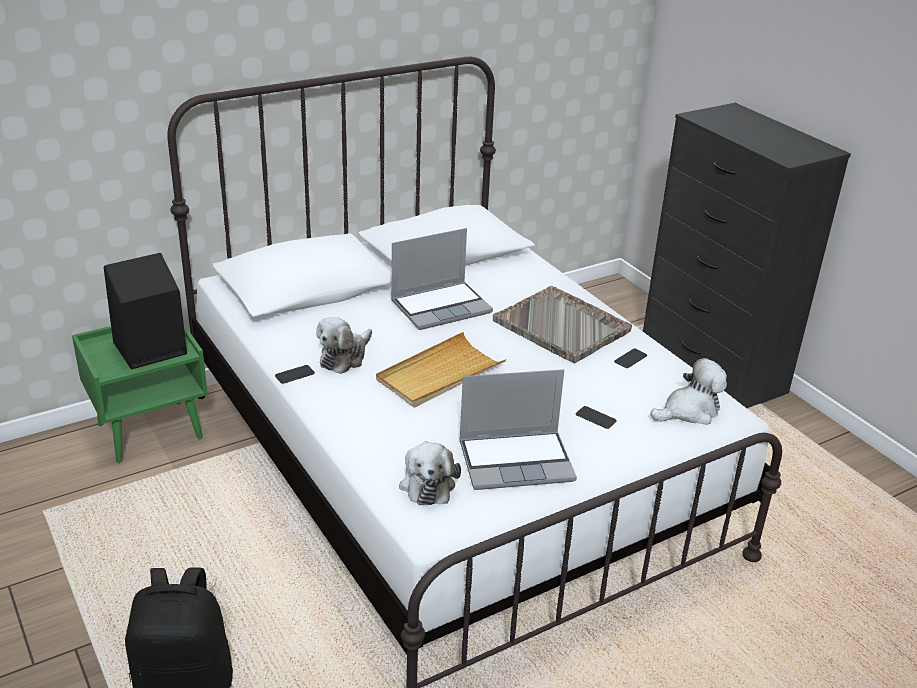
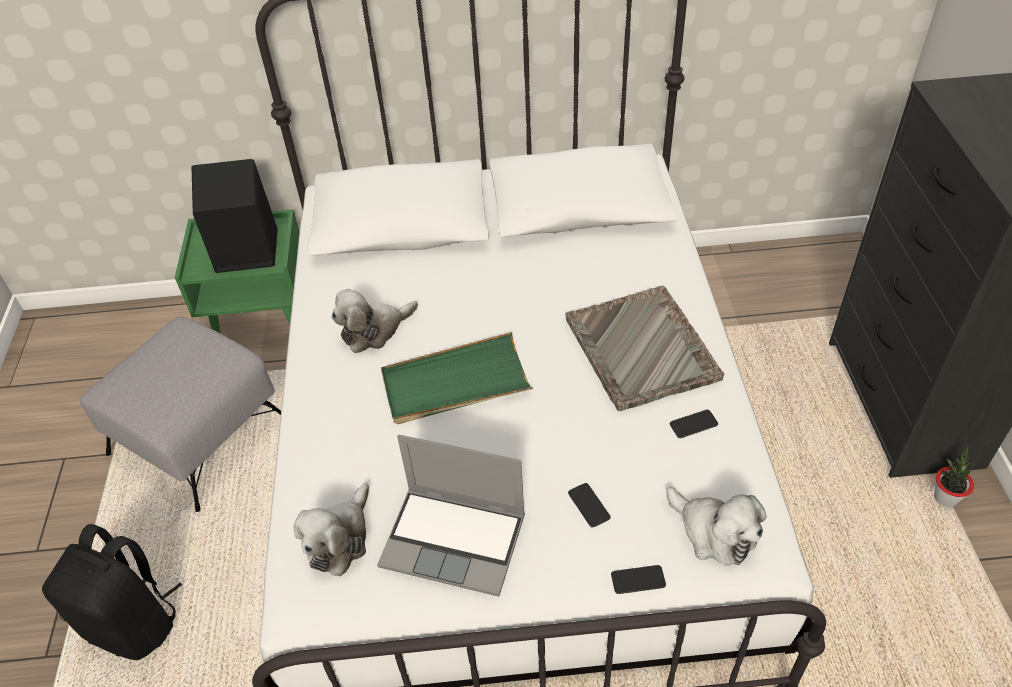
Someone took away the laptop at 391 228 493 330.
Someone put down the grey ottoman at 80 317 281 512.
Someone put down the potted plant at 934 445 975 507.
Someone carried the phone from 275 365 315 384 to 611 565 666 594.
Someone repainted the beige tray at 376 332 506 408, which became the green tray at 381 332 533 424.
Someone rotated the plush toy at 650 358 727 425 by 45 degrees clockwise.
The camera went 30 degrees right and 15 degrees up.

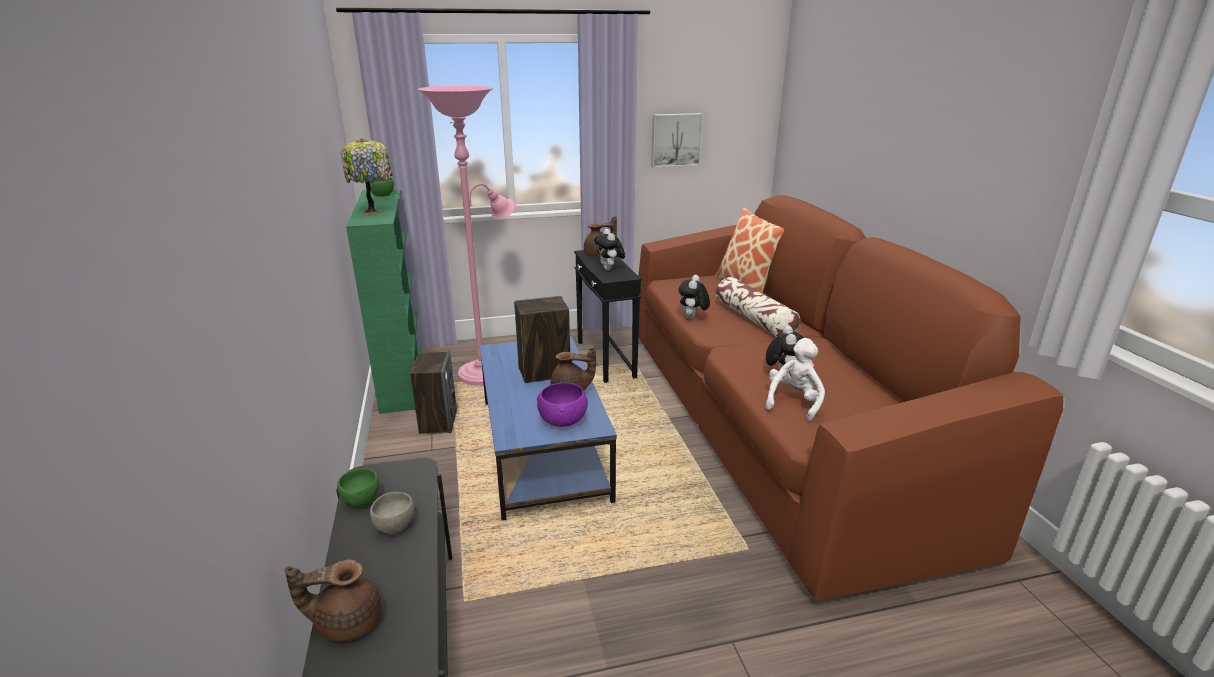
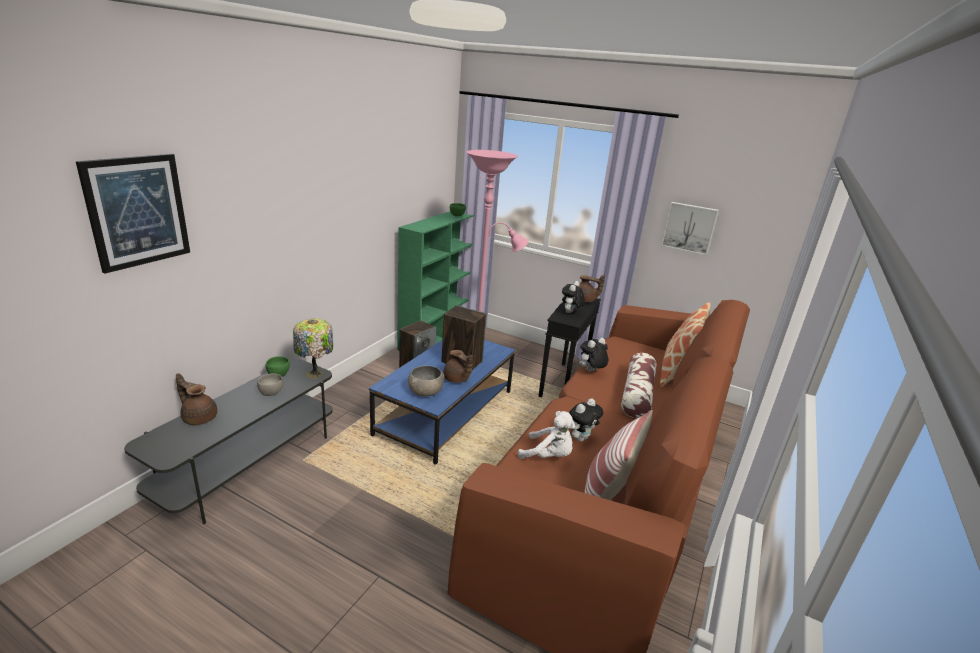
Someone put up the picture at 76 154 190 274.
Someone put down the pillow at 584 410 653 500.
Someone carried the table lamp from 341 139 393 215 to 293 318 333 379.
Someone repainted the purple bowl at 537 383 588 427, which became the grey bowl at 408 365 445 397.
Someone rotated the white plush toy at 765 338 825 421 by 45 degrees clockwise.
The camera went 40 degrees right and 0 degrees up.

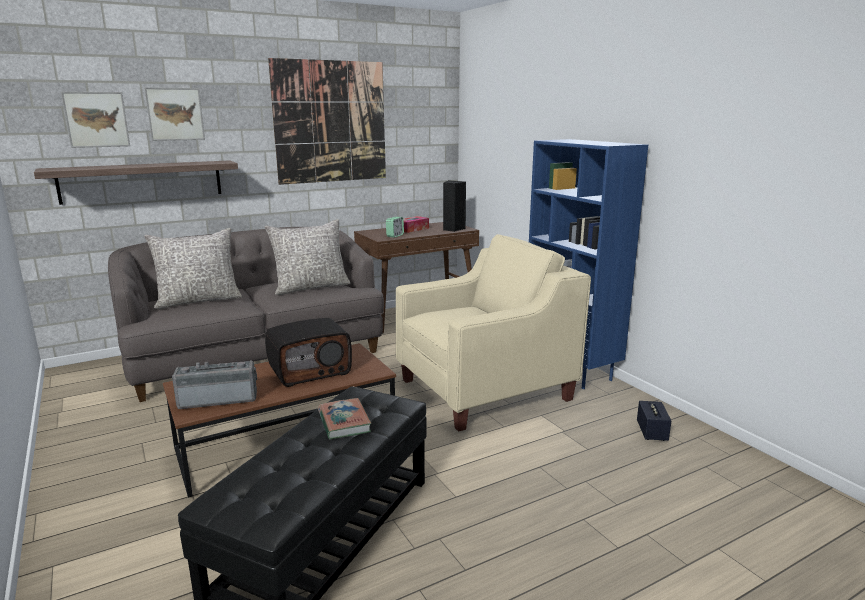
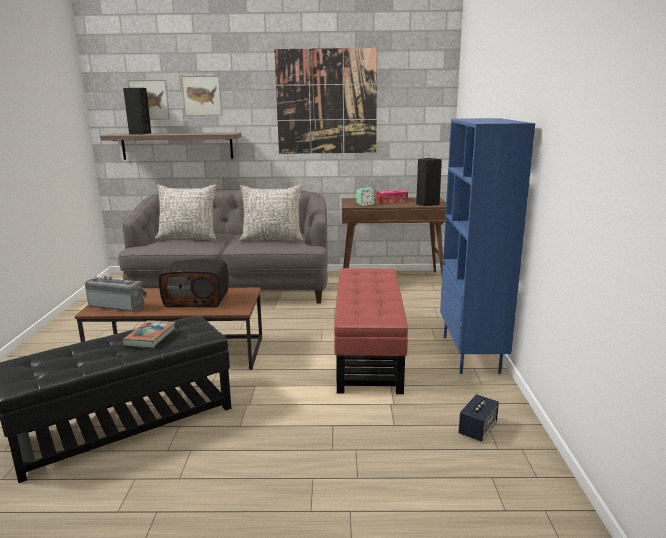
Someone put down the black speaker at 123 88 151 135.
Someone swapped the beige armchair at 396 234 591 432 for the red ottoman at 334 268 408 394.
The camera went 30 degrees right and 0 degrees up.

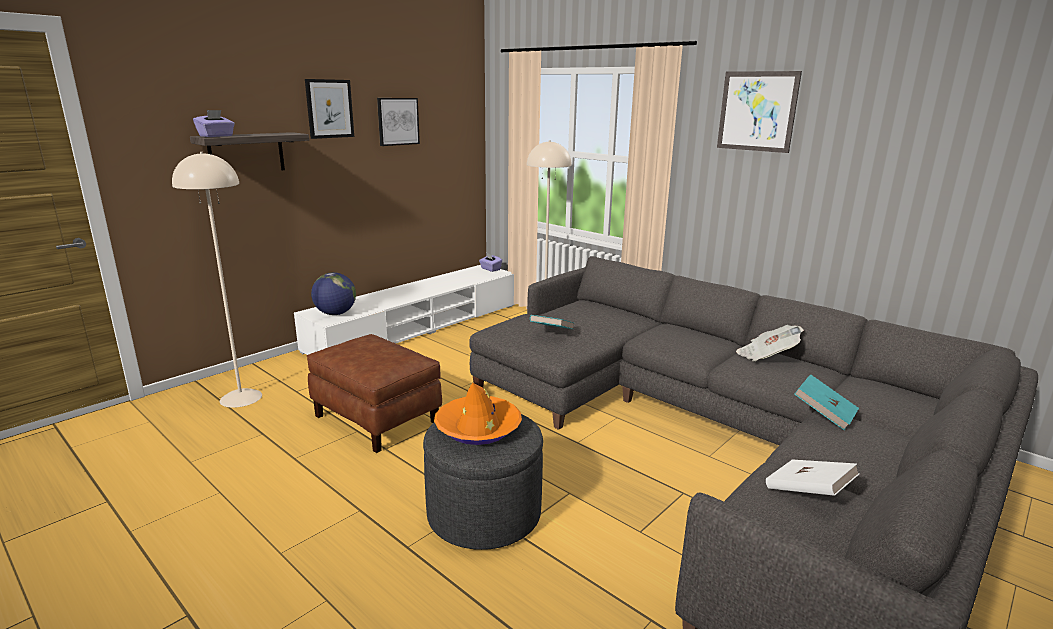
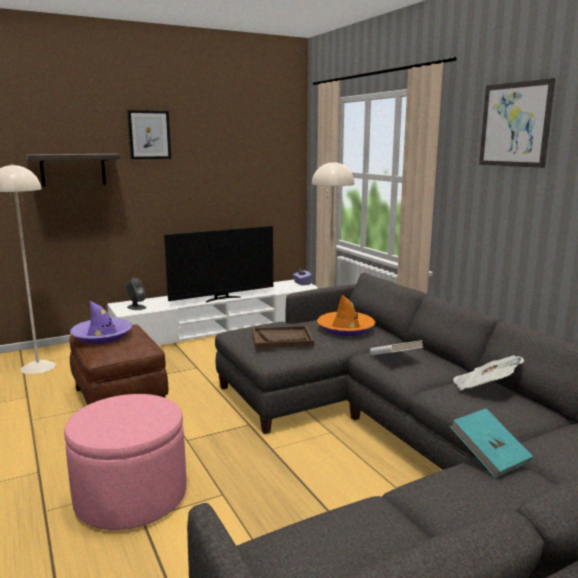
Someone took away the purple tissue box at 193 110 235 137.
Someone took away the picture at 377 98 420 146.
Someone put down the purple hat at 70 301 132 344.
Someone put down the television at 164 226 273 303.
Someone carried the orange hat from 434 383 522 445 to 317 295 375 336.
Someone carried the white book from 766 460 860 496 to 370 340 424 355.
Someone swapped the globe at 311 272 356 315 for the grey speaker at 126 278 146 310.
Someone swapped the turquoise book at 530 315 574 329 for the brown tray at 252 326 314 349.
Someone repainted the grey ottoman at 423 414 543 550, which became the pink ottoman at 64 394 187 530.
The camera went 20 degrees right and 5 degrees down.

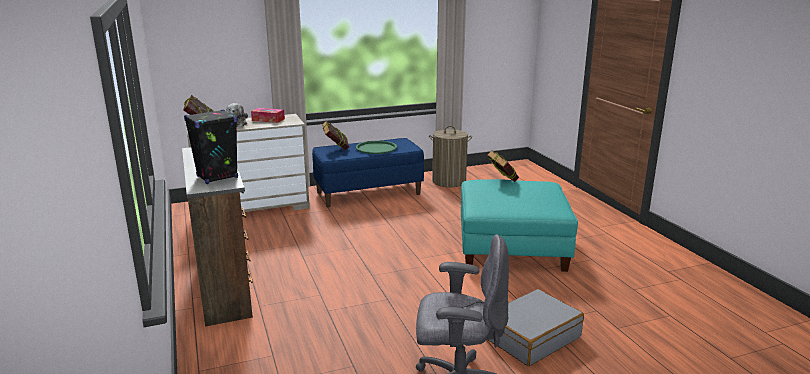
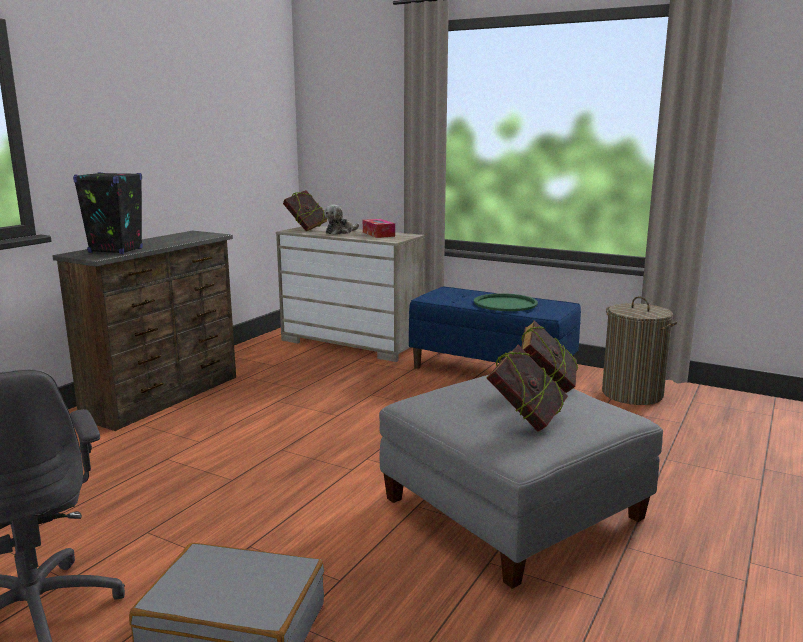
Someone carried the book from 322 121 349 150 to 487 345 568 432.
Someone repainted the turquoise ottoman at 461 179 578 272, which became the grey ottoman at 379 375 663 589.
The camera went 50 degrees right and 5 degrees down.

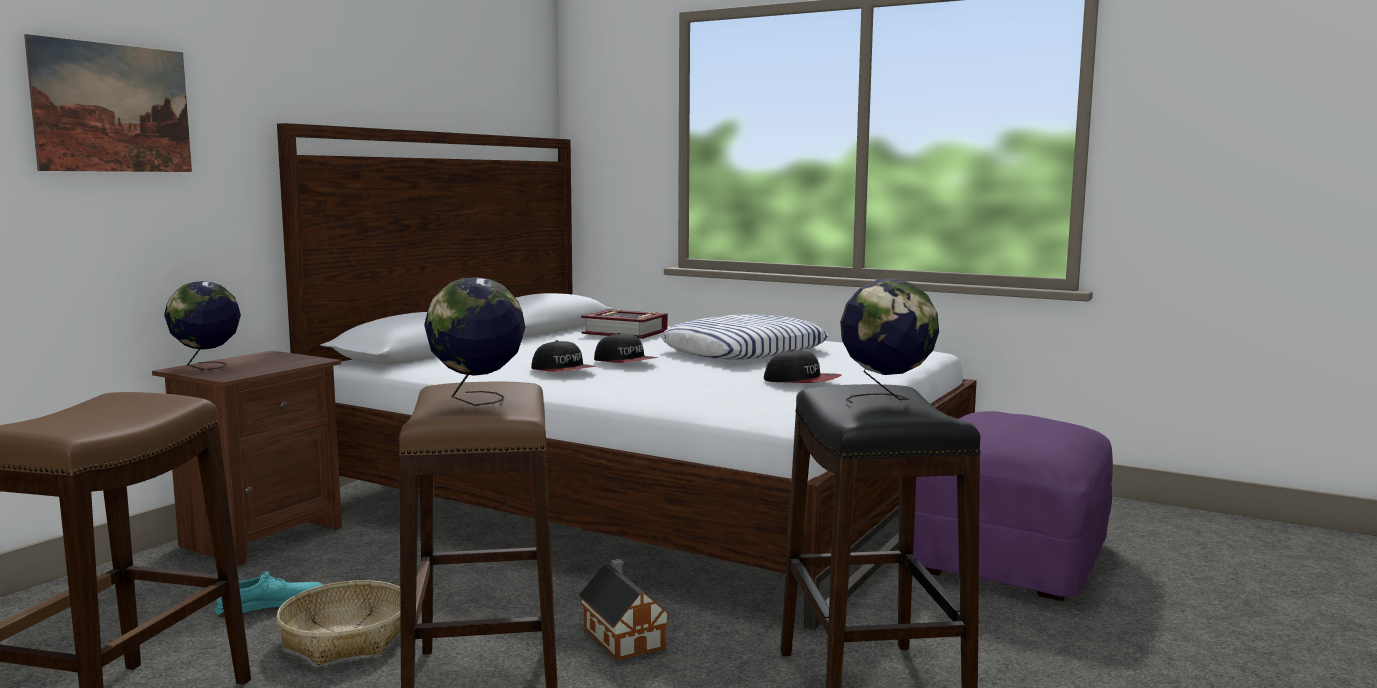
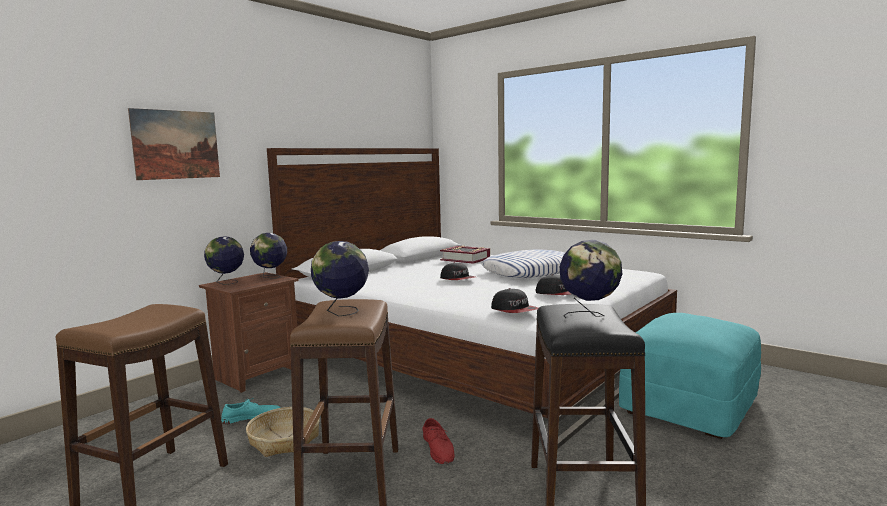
Someone put down the globe at 250 233 287 279.
Someone carried the cap from 531 340 596 372 to 491 288 538 313.
Someone swapped the toy house at 578 559 670 661 for the red shoe at 422 418 454 464.
Someone repainted the purple ottoman at 913 411 1113 601, which became the turquoise ottoman at 619 313 761 439.
The camera went 10 degrees right and 0 degrees up.

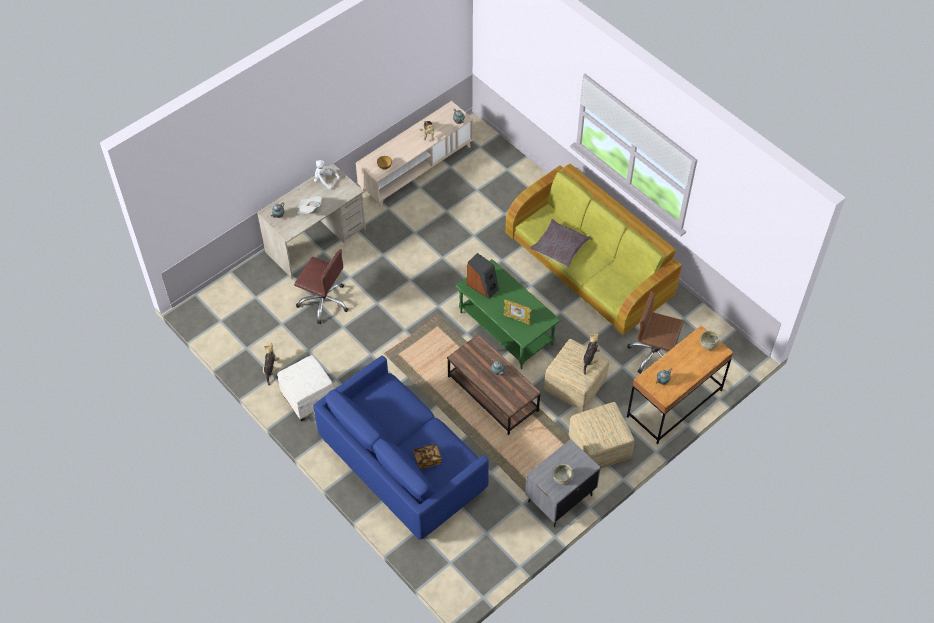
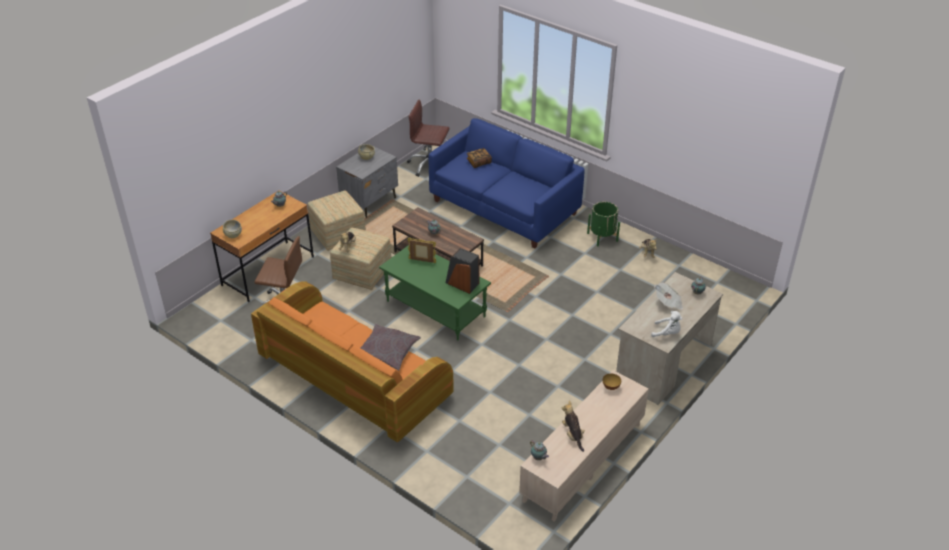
Someone carried the brown office chair from 294 249 349 324 to 407 100 449 177.
Someone swapped the white ottoman at 277 355 334 421 for the green planter at 587 202 620 246.
Someone repainted the green sofa at 506 164 682 335, which became the orange sofa at 251 282 454 443.
The camera went 170 degrees right and 15 degrees down.

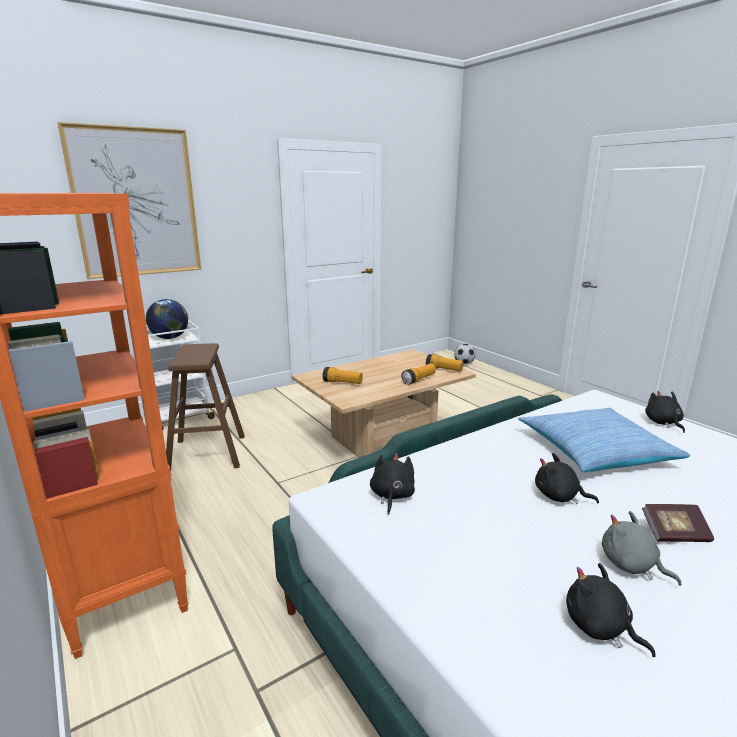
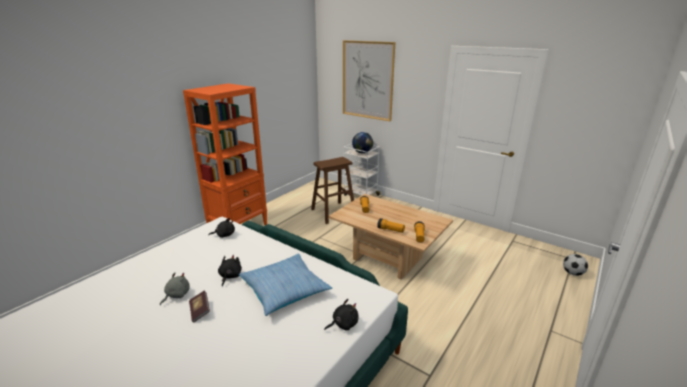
Someone took away the black plush toy at 566 563 656 657.
The camera went 70 degrees right and 5 degrees up.

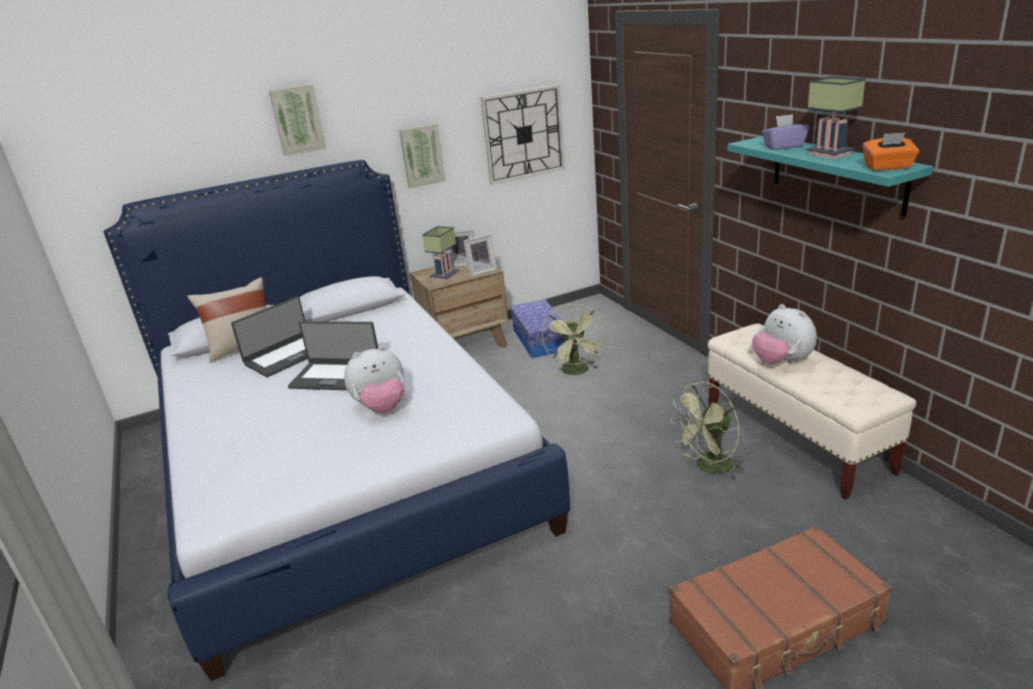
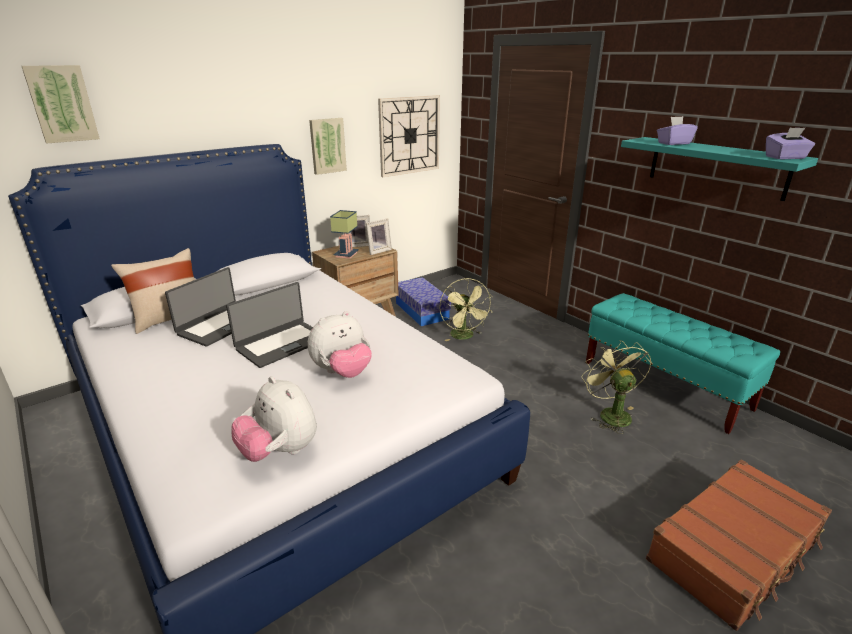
Someone took away the table lamp at 805 76 866 159.
Someone carried the picture from 269 84 326 156 to 22 65 100 144.
Someone carried the plush toy from 752 304 817 364 to 231 376 317 462.
Someone repainted the beige bench at 707 323 916 500, which became the turquoise bench at 586 293 780 434.
Someone repainted the orange tissue box at 863 132 919 171, which became the purple tissue box at 766 128 815 160.
Someone rotated the laptop at 288 321 378 390 by 45 degrees counterclockwise.
Someone rotated the green fan at 670 382 744 480 by 120 degrees clockwise.
The camera went 15 degrees left and 0 degrees up.

